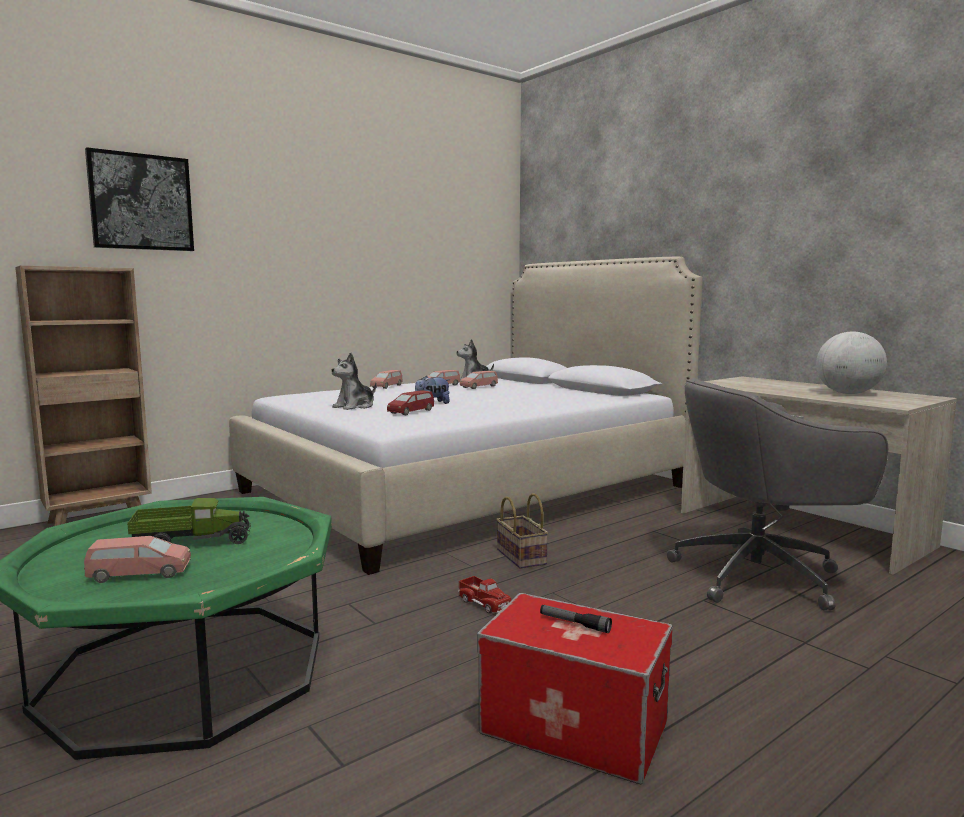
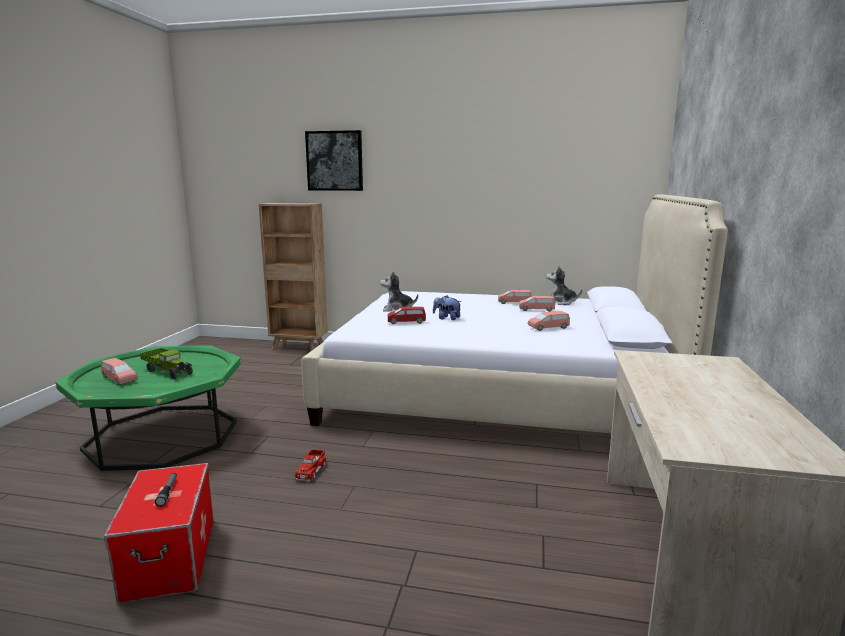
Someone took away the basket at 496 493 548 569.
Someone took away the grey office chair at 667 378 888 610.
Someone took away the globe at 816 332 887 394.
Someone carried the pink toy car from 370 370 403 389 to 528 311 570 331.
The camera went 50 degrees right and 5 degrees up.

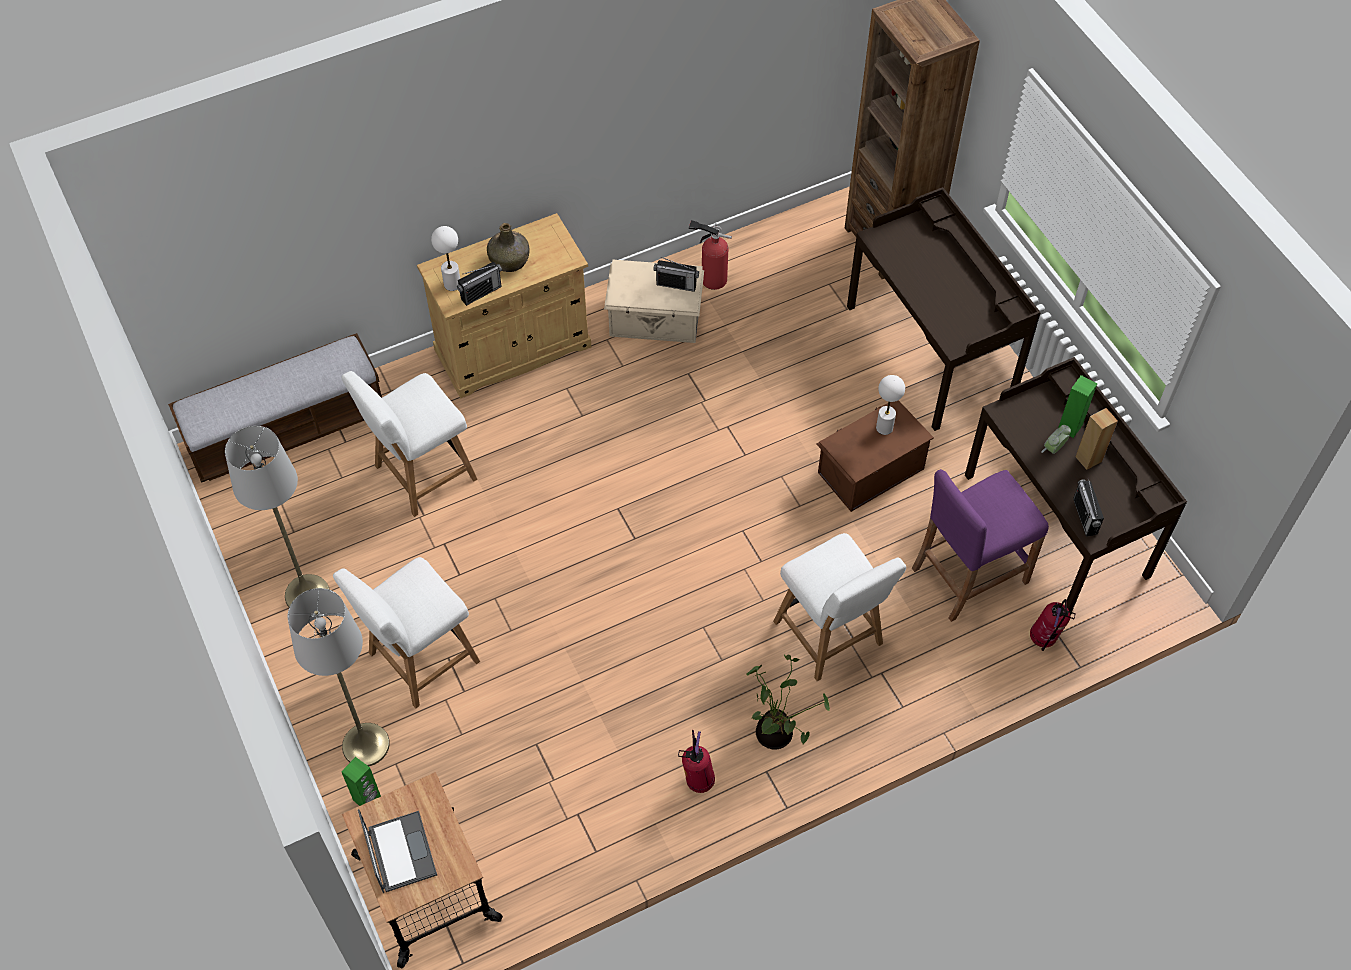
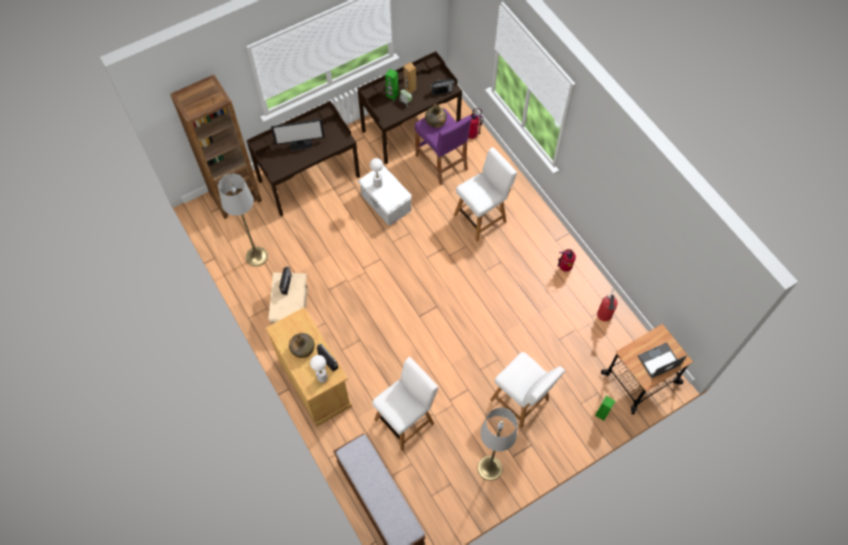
Someone took away the potted plant at 746 655 830 749.
Someone put down the monitor at 271 119 325 151.
Someone put down the green bottle at 425 104 447 128.
Someone carried the grey floor lamp from 288 588 390 766 to 218 174 268 266.
Someone carried the fire extinguisher from 689 220 732 290 to 597 289 618 321.
Someone repainted the brown storage box at 817 400 934 512, which became the white storage box at 357 165 412 226.
Someone rotated the white chair at 342 371 478 517 by 90 degrees counterclockwise.
The camera went 95 degrees left and 5 degrees up.

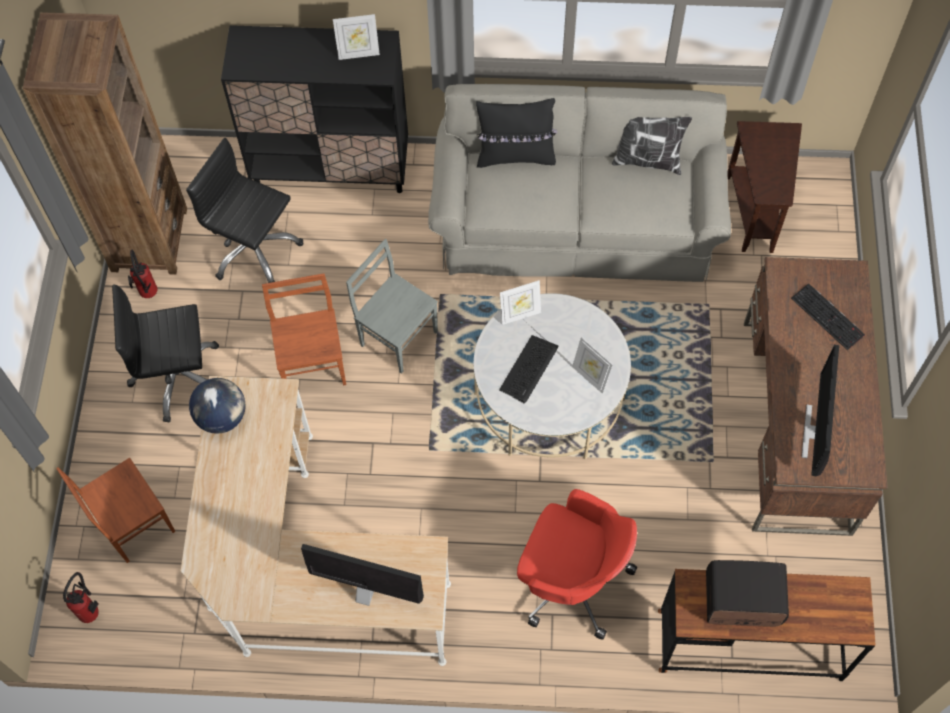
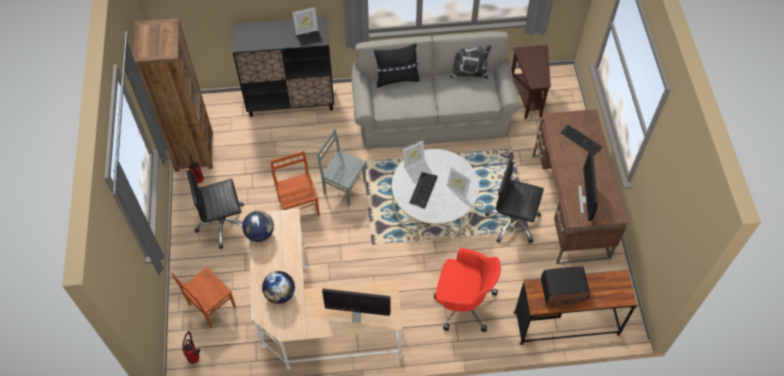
Someone put down the globe at 262 271 295 304.
Someone carried the black office chair from 186 138 304 283 to 485 159 544 243.
The camera went 10 degrees left and 5 degrees down.

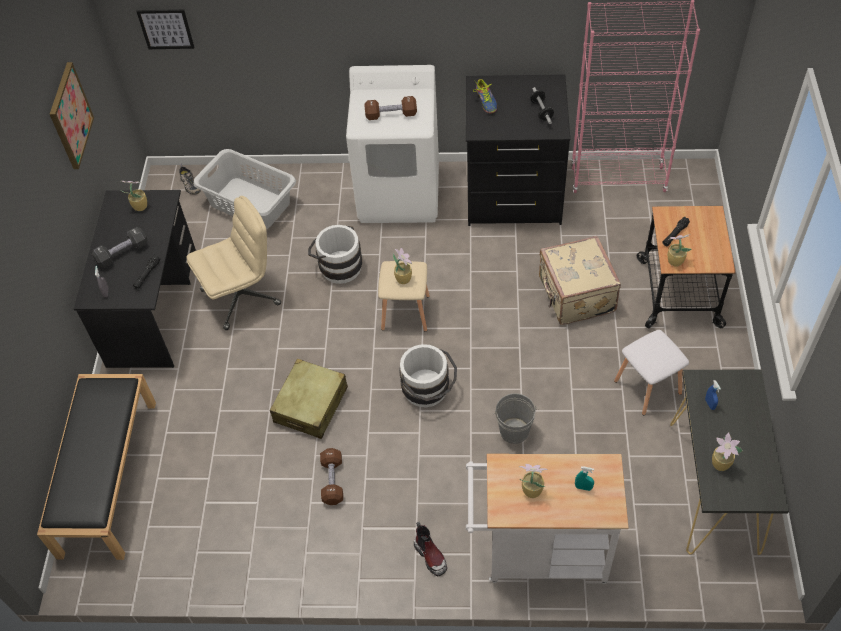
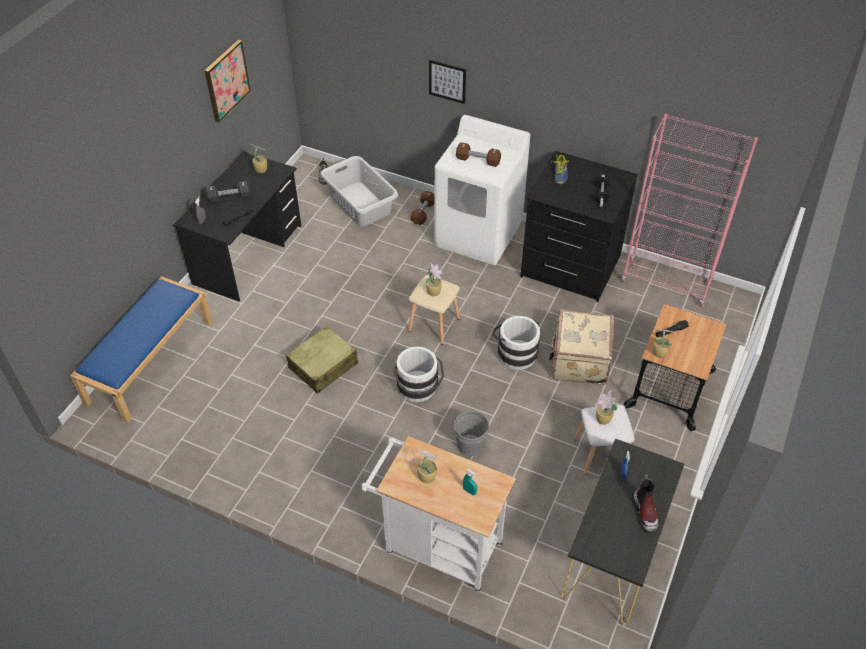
Someone took away the beige office chair at 186 196 281 330.
Someone carried the picture from 136 9 194 49 to 429 60 466 104.
Someone carried the white bucket from 308 225 362 284 to 492 316 540 370.
Someone carried the brown dumbbell from 320 448 343 505 to 411 191 435 225.
Someone carried the boot from 414 522 447 576 to 632 474 658 533.
Someone carried the potted plant from 712 432 743 471 to 596 391 617 425.
Someone repainted the black bench at 37 374 156 560, which became the blue bench at 70 276 213 423.
The camera went 20 degrees right and 5 degrees down.

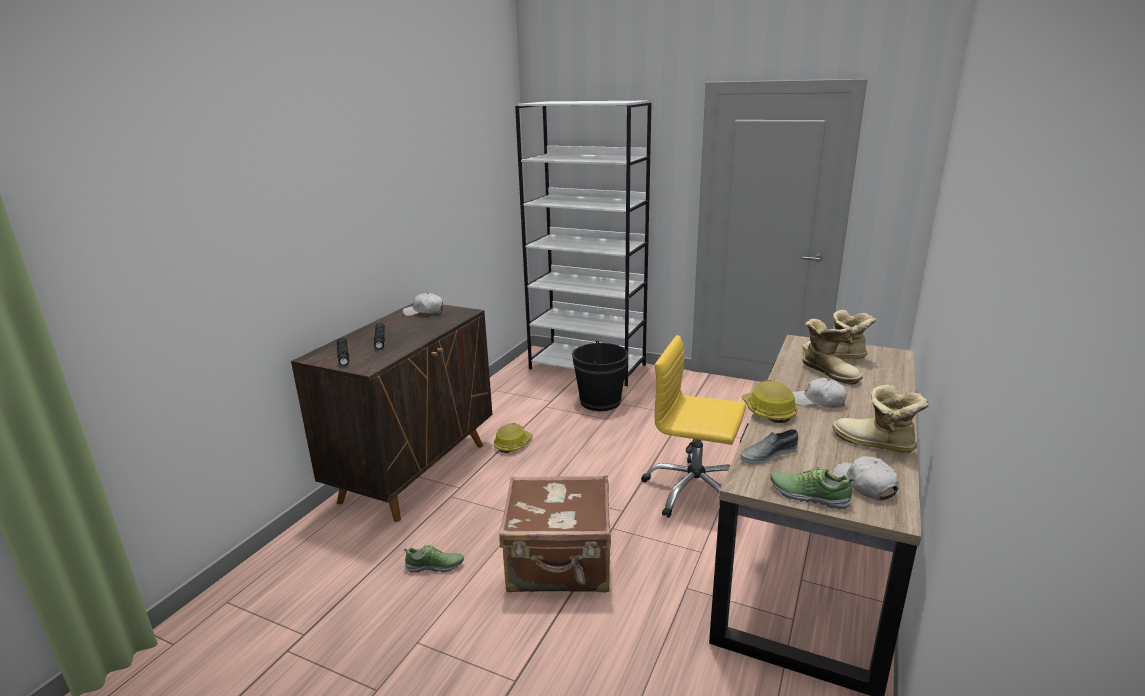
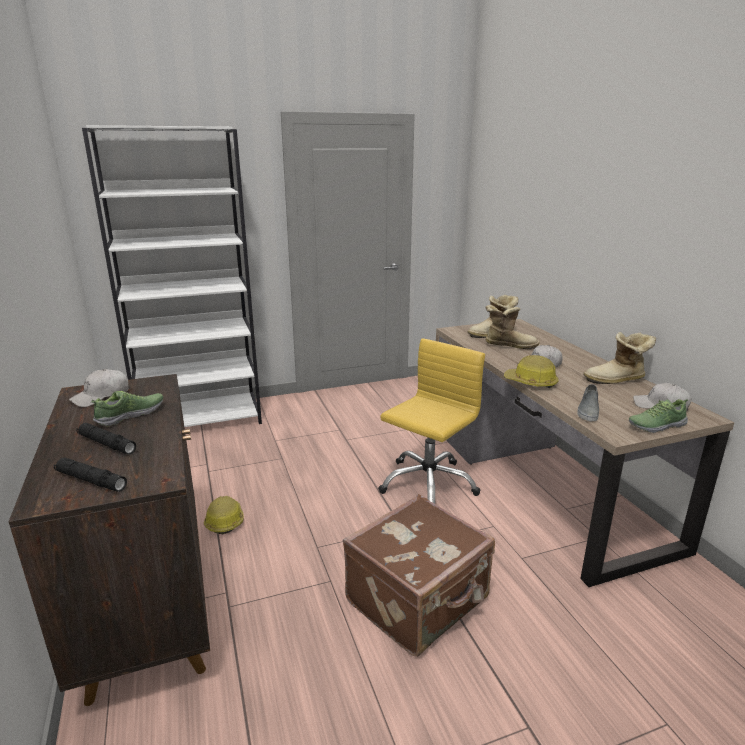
Someone took away the black bucket at 572 341 628 411.
Someone carried the shoe from 403 545 464 573 to 91 391 163 426.
Someone rotated the yellow office chair at 641 335 746 518 by 150 degrees clockwise.
The camera went 45 degrees left and 0 degrees up.

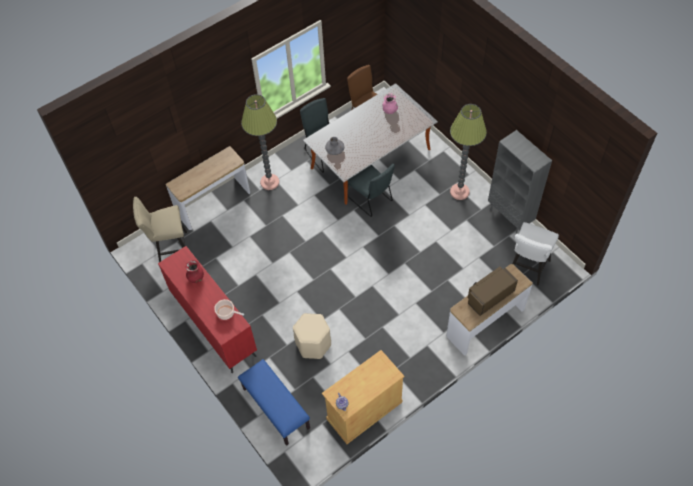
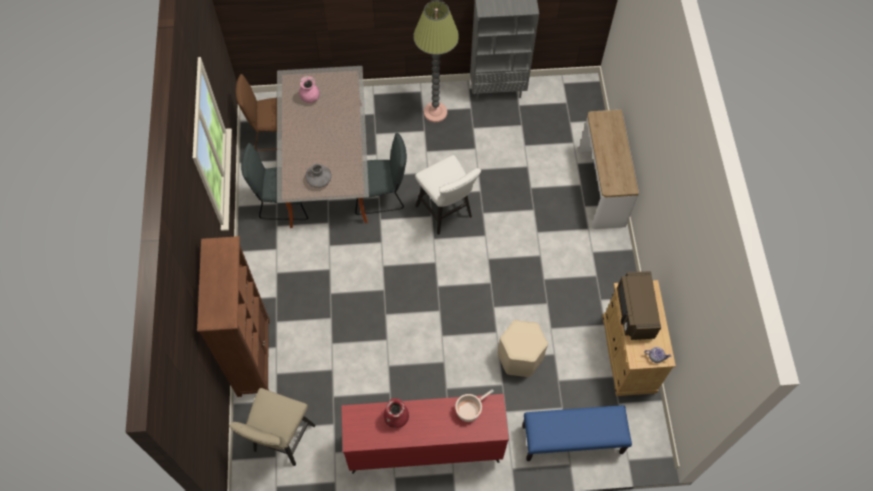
Someone took away the floor lamp at 241 94 279 190.
Someone carried the brown microwave from 468 267 518 316 to 617 271 661 340.
Someone carried the white stool from 512 222 559 286 to 415 155 481 235.
Someone swapped the console table at 166 146 250 230 for the brown bookcase at 197 236 270 397.
The camera went 60 degrees left and 5 degrees up.

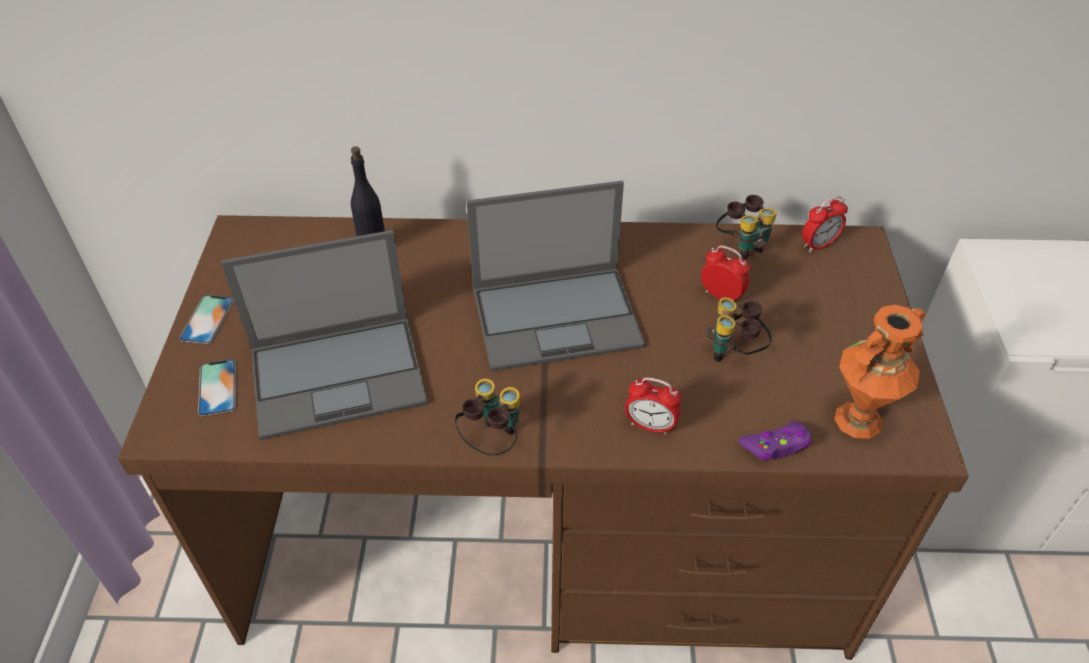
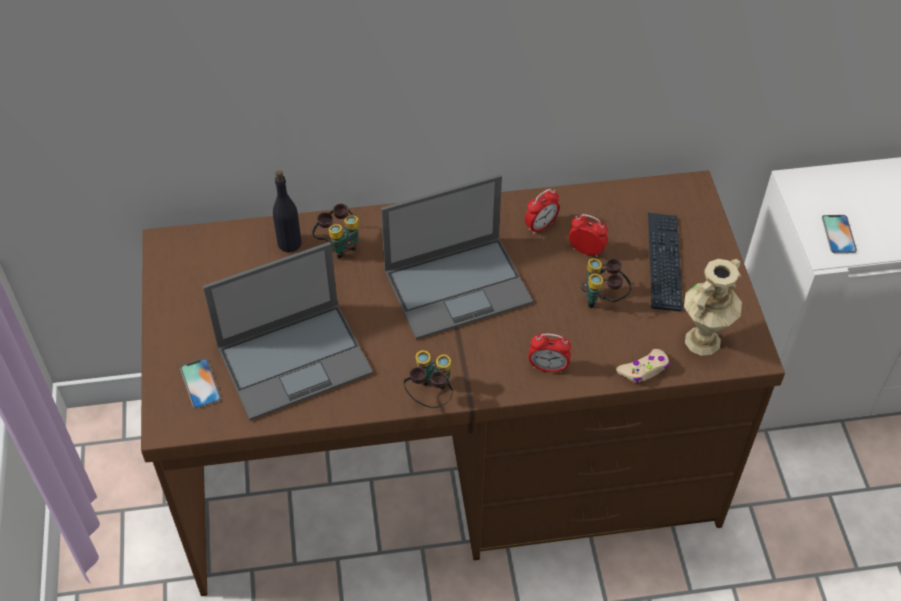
Someone put down the keyboard at 648 213 683 311.
Someone carried the phone from 179 295 234 344 to 822 215 857 253.
Someone carried the binoculars from 716 195 777 259 to 312 204 359 259.
Someone carried the alarm clock from 802 196 848 252 to 525 189 560 235.
Someone repainted the purple game controller at 739 421 812 461, which became the beige game controller at 616 349 670 383.
Someone repainted the orange vase at 834 305 926 439, which became the beige vase at 684 259 742 356.
The camera went 10 degrees left and 5 degrees up.

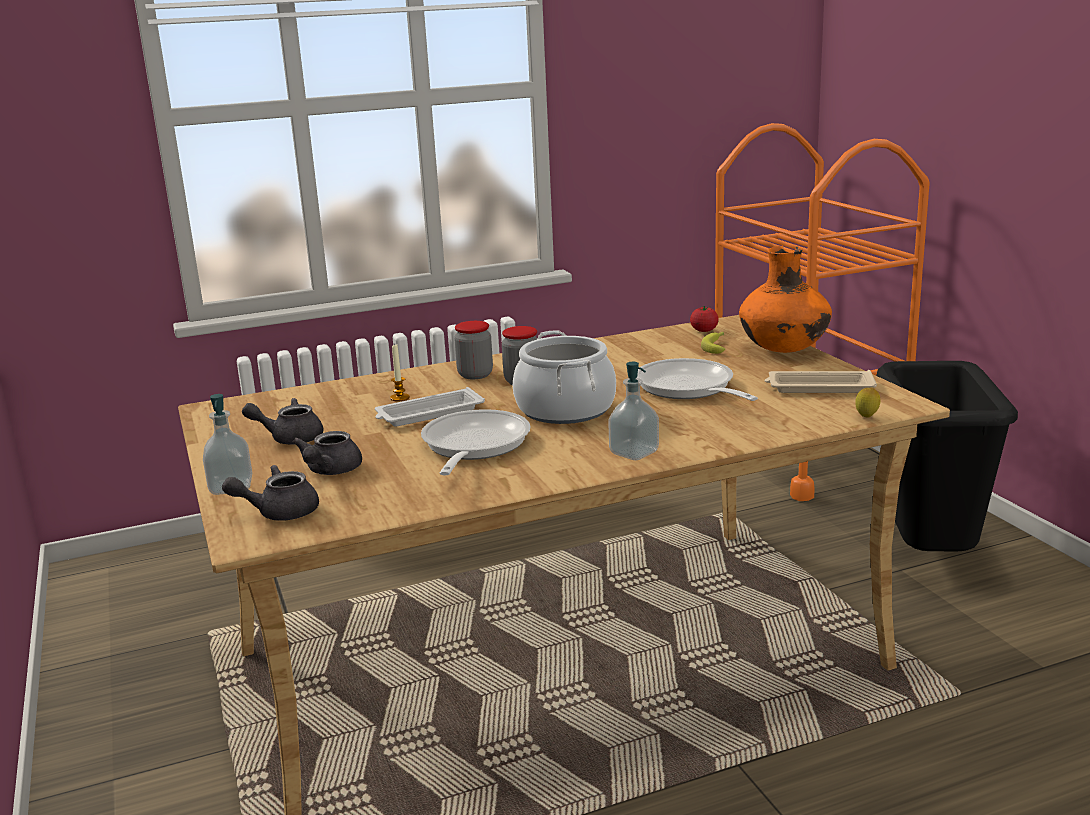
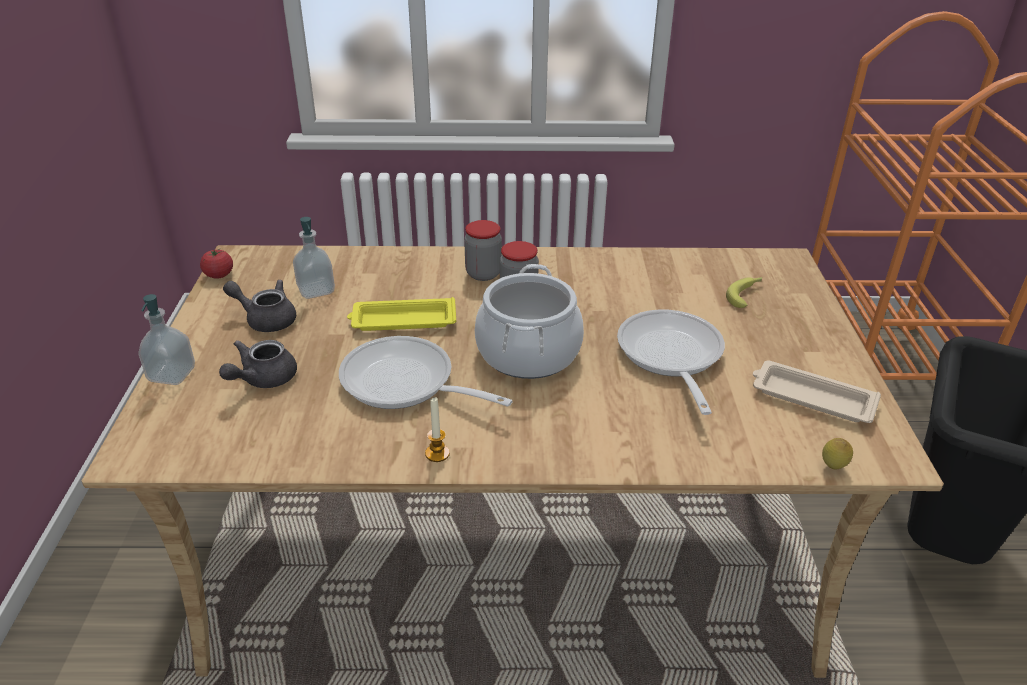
Someone took away the grey teapot at 222 465 319 521.
Someone took away the orange vase at 739 246 832 353.
Someone carried the candle from 390 343 410 401 to 425 398 450 462.
Someone carried the soap dispenser from 608 362 659 460 to 293 217 335 299.
Someone carried the tomato from 690 306 719 332 to 200 249 233 279.
Someone repainted the white tray at 375 387 485 427, which became the yellow tray at 347 297 456 331.
Someone rotated the frying pan at 421 409 531 475 by 90 degrees counterclockwise.
The camera went 20 degrees right and 15 degrees up.

